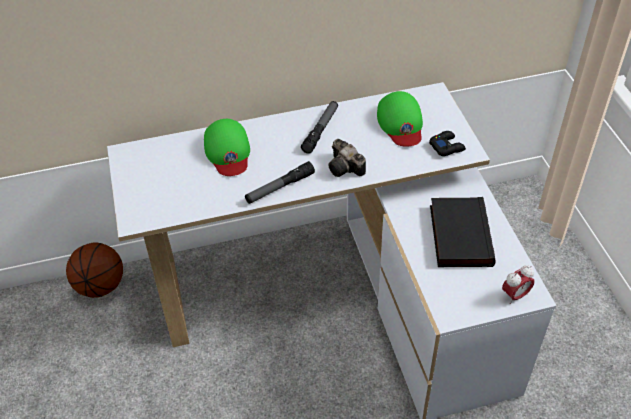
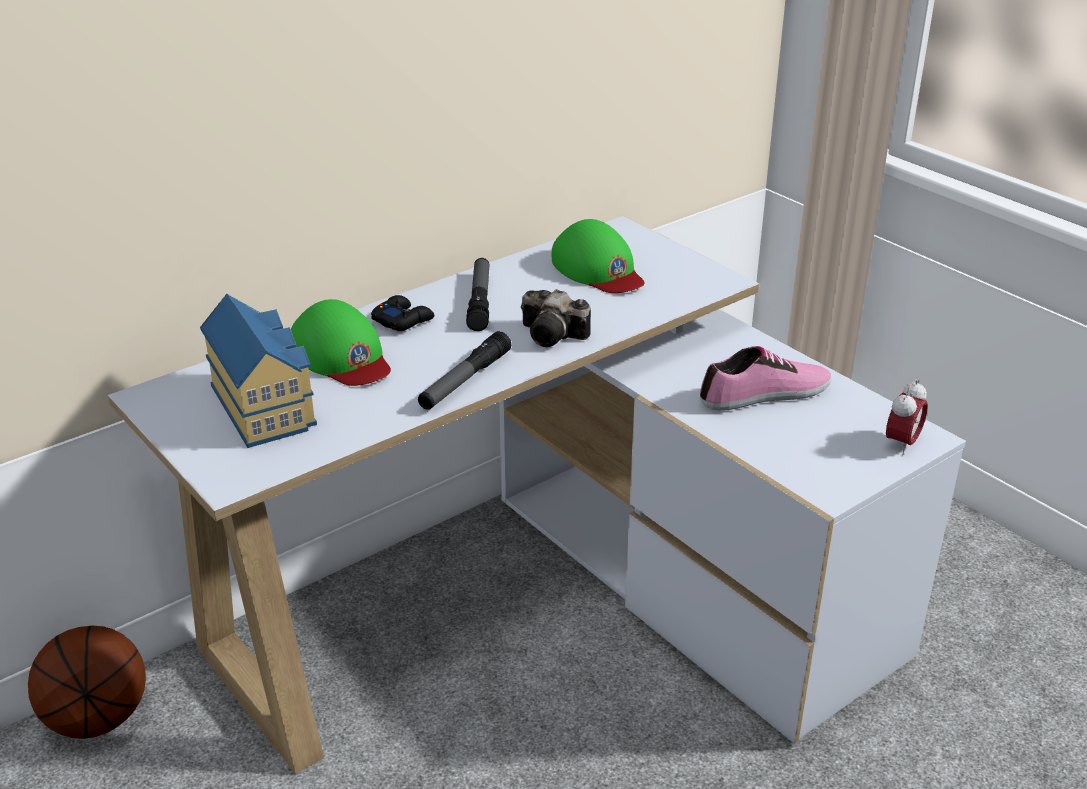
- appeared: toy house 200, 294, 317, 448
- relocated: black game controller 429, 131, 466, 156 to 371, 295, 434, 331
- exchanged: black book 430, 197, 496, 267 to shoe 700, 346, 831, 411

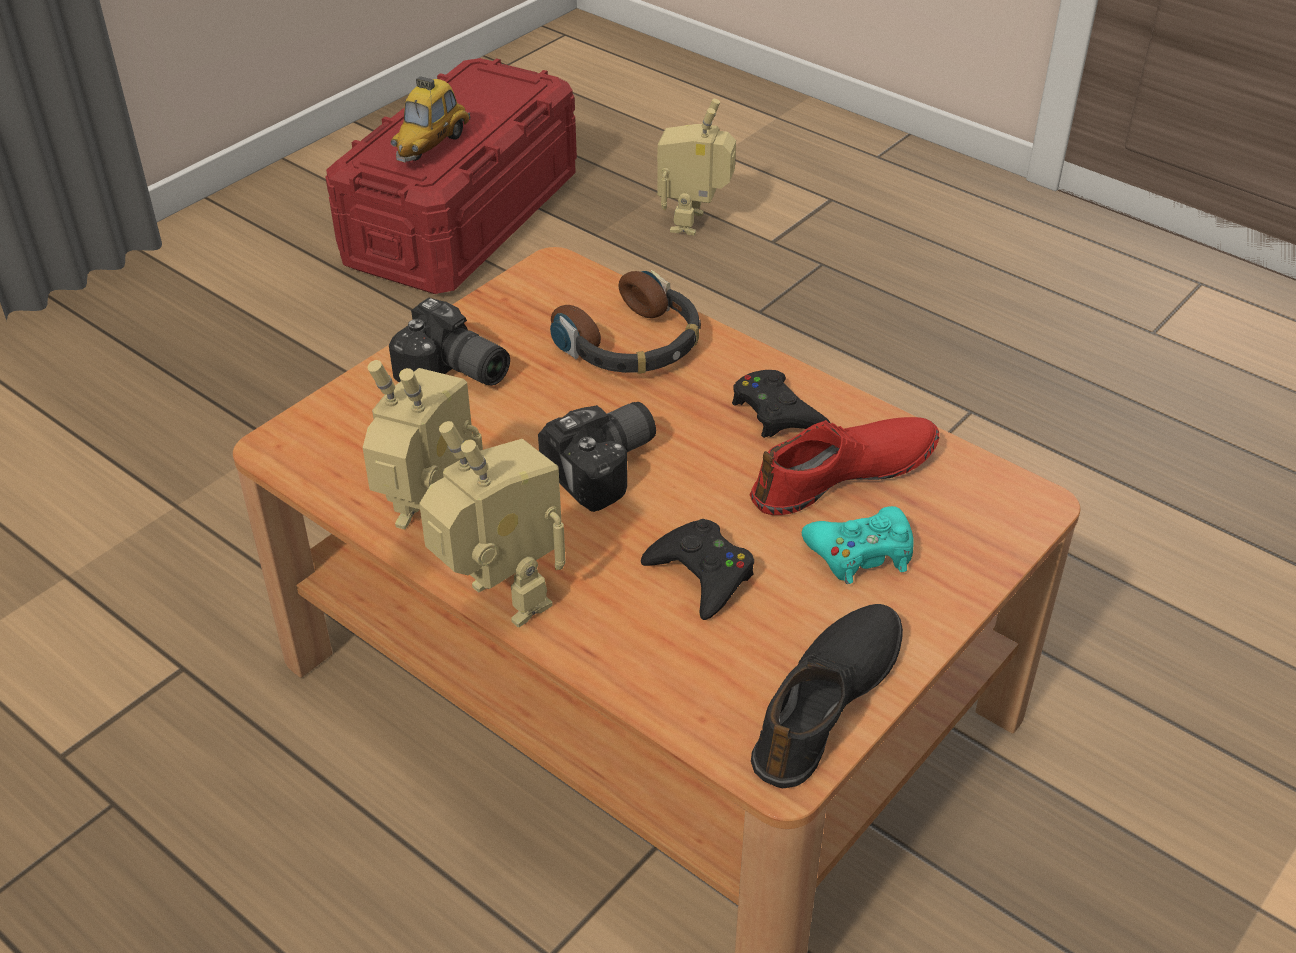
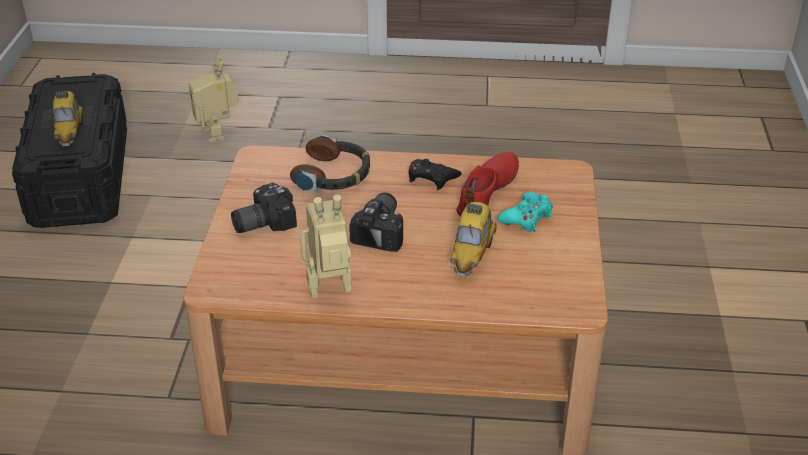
- colour: red storage box 325, 58, 577, 294 to black storage box 12, 73, 127, 228
- spun: photo camera 389, 298, 510, 386 = 231, 183, 297, 233 150 degrees clockwise
- exchanged: black game controller 641, 519, 754, 620 to toy car 450, 202, 497, 277
- missing: toy robot 419, 421, 566, 627
- missing: black shoe 751, 604, 903, 788

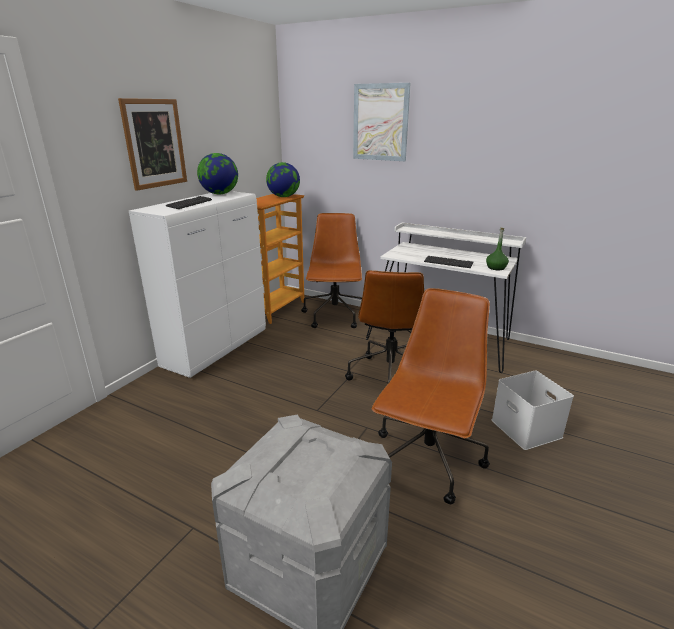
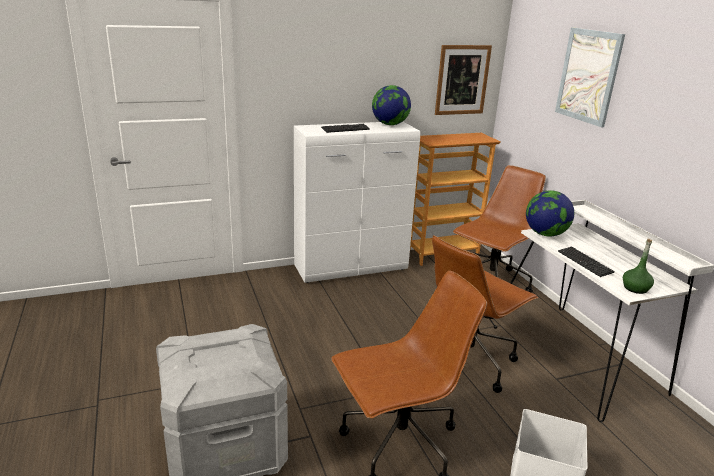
- relocated: picture 118, 98, 187, 191 to 435, 45, 492, 115
- relocated: globe 266, 162, 300, 197 to 526, 190, 574, 236

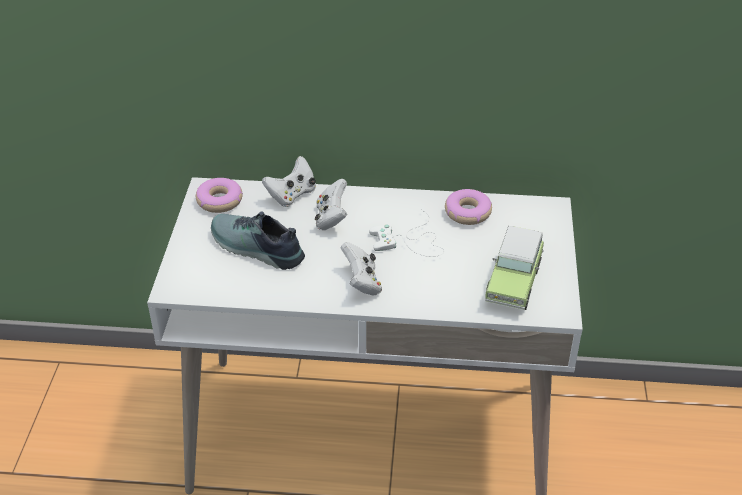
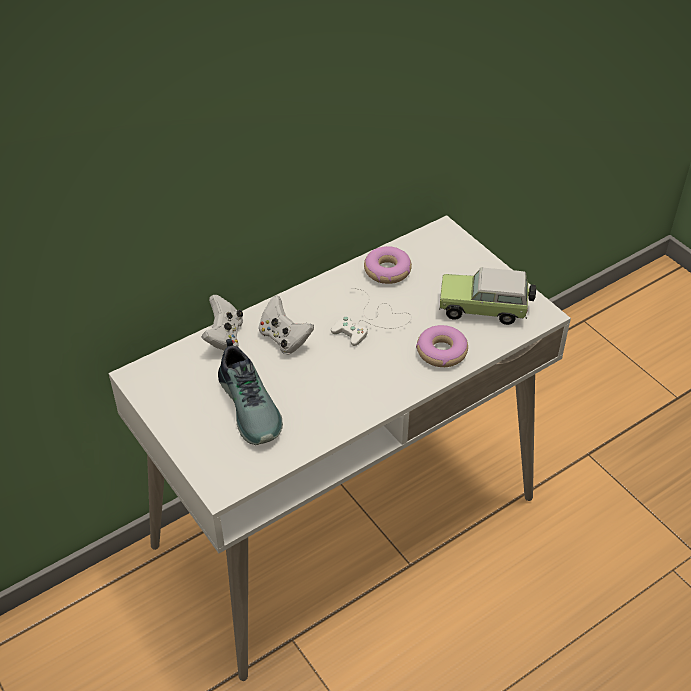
- spun: shoe 211, 211, 305, 270 = 218, 338, 283, 445 105 degrees counterclockwise
- relocated: donut 196, 178, 243, 213 to 416, 325, 468, 367
- spun: toy car 485, 226, 544, 310 = 439, 268, 536, 325 120 degrees clockwise
- missing: white game controller 341, 242, 382, 296

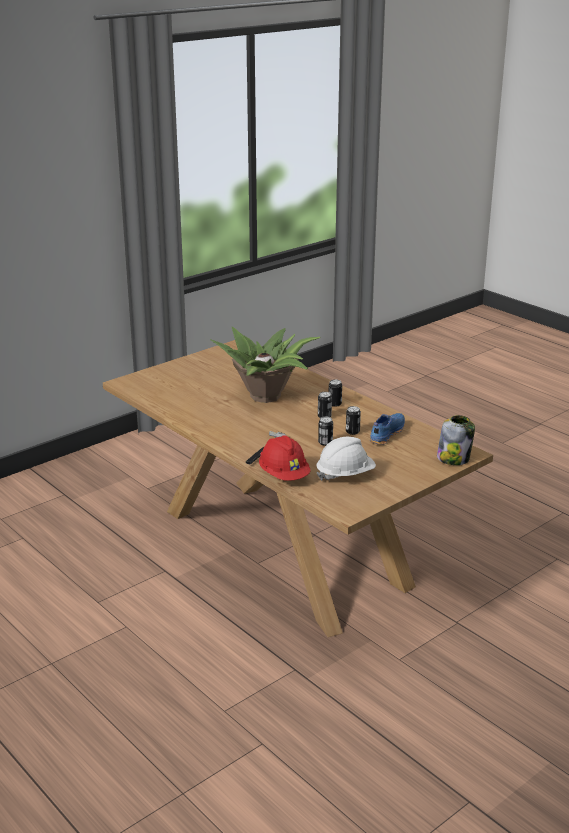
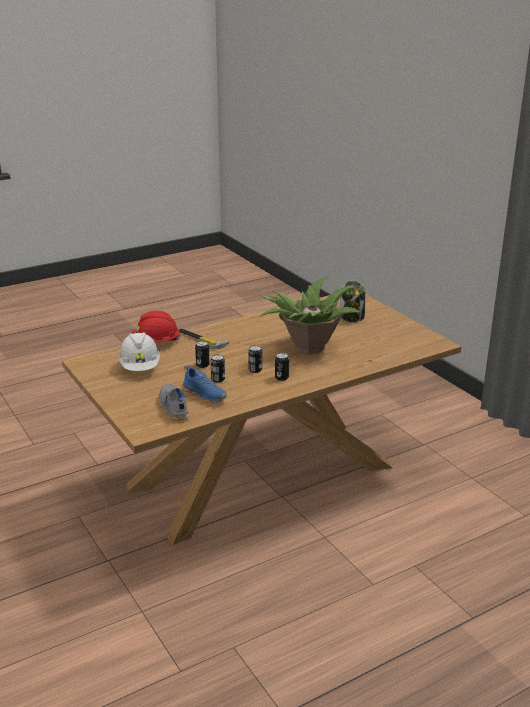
- appeared: grey shoe 159, 384, 189, 420
- relocated: jar 437, 415, 475, 465 to 340, 281, 365, 322

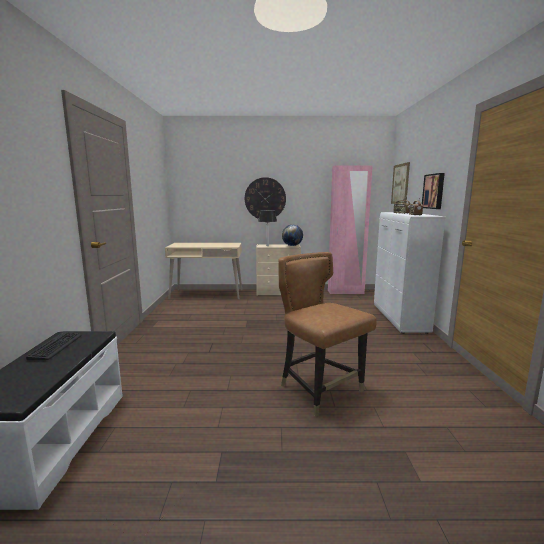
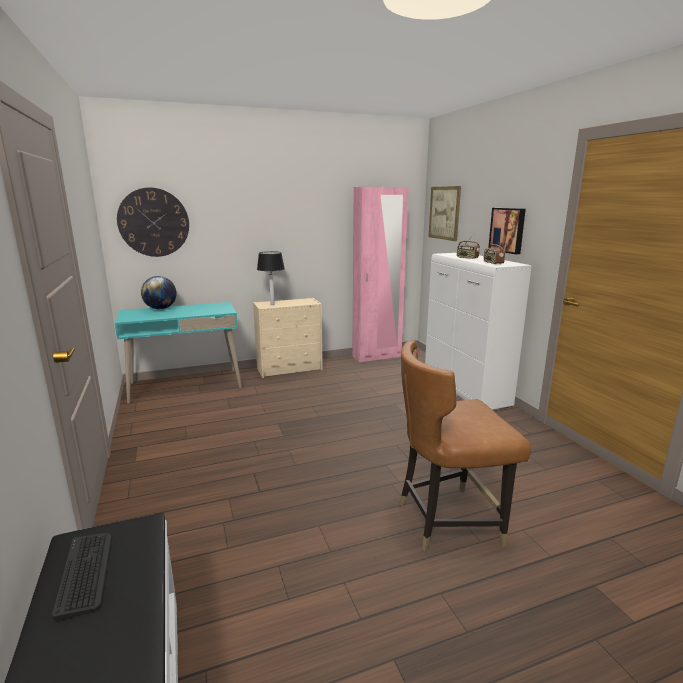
- colour: beige desk 165, 243, 242, 300 to turquoise desk 115, 302, 242, 404
- relocated: wall clock 245, 177, 286, 219 to 117, 188, 189, 257
- relocated: globe 282, 225, 303, 246 to 141, 276, 177, 309
- spun: brown chair 278, 252, 377, 417 = 399, 341, 531, 552 45 degrees counterclockwise

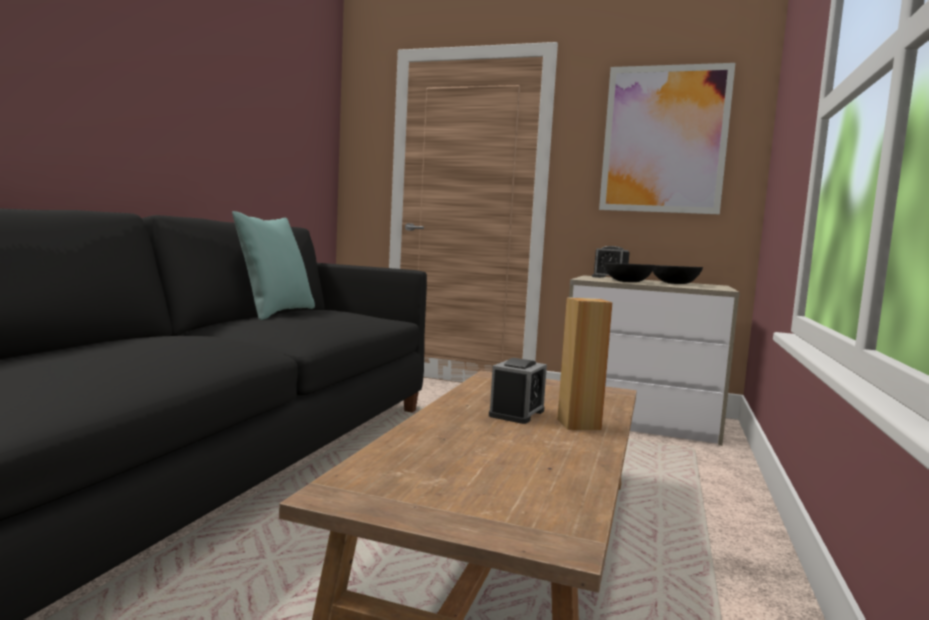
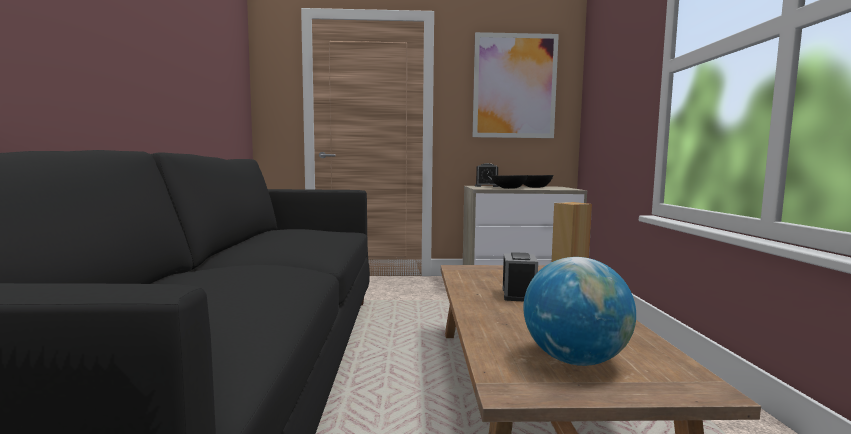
- appeared: globe 523, 257, 636, 366
- missing: turquoise pillow 232, 211, 315, 320

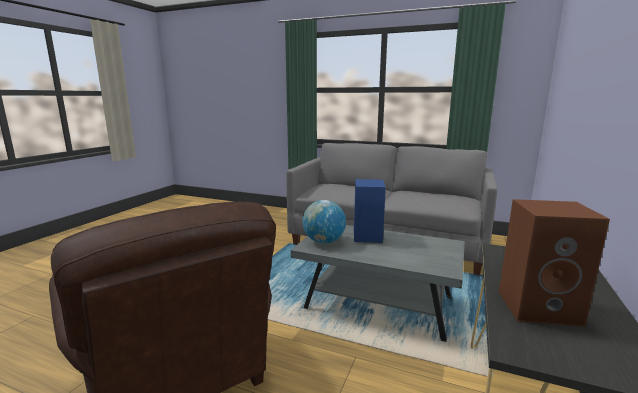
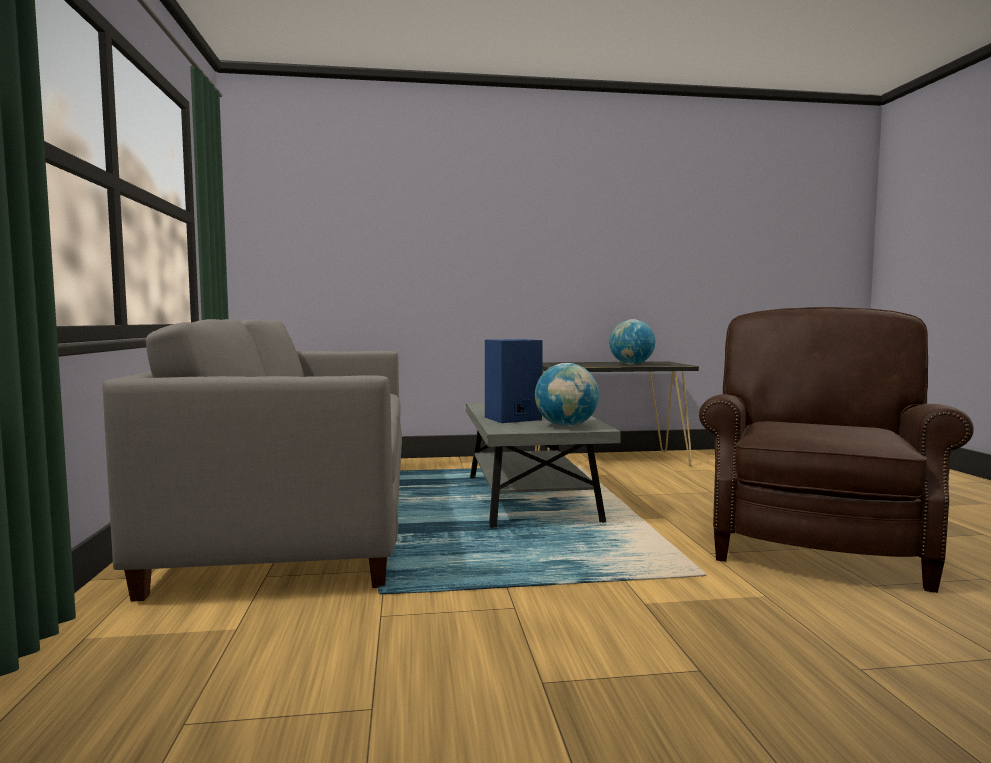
- exchanged: brown speaker 499, 199, 610, 327 to globe 609, 319, 655, 365

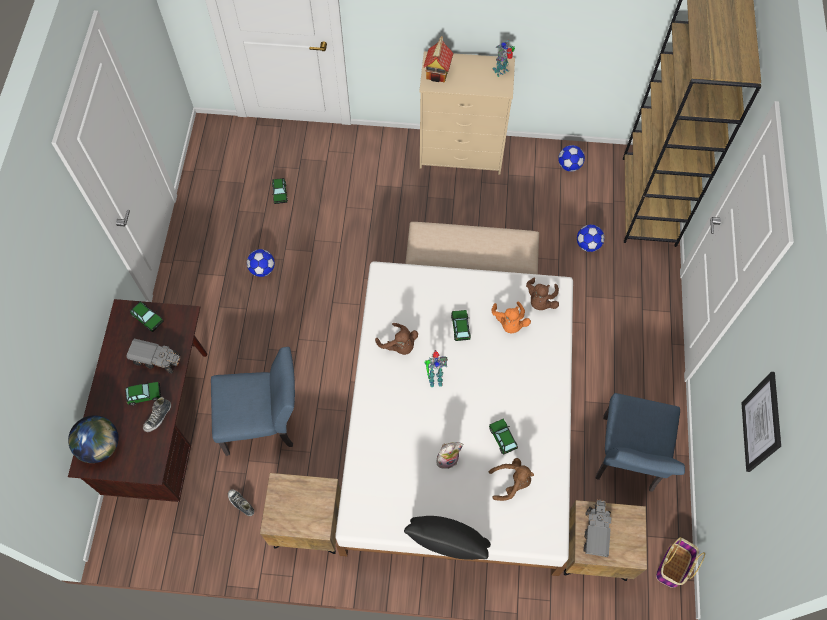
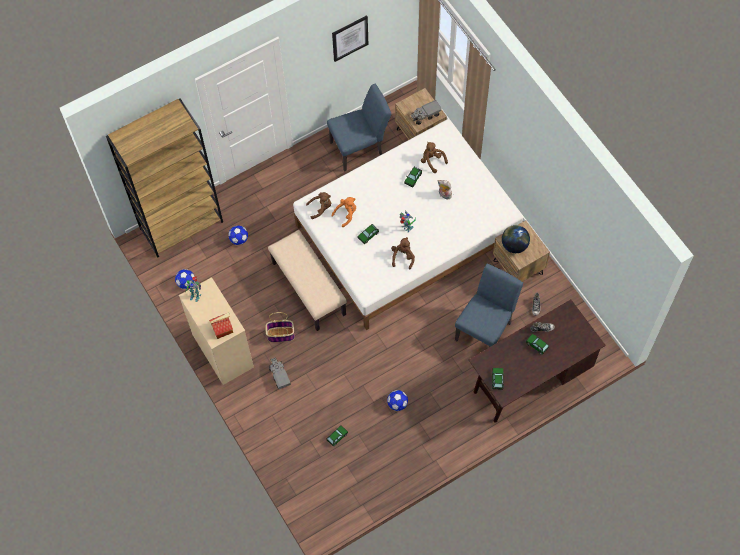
- relocated: basket 656, 537, 705, 588 to 265, 312, 295, 342
- relocated: toy truck 126, 338, 181, 374 to 269, 357, 291, 389
- spun: blue chair 211, 347, 295, 456 = 455, 264, 523, 347 75 degrees clockwise
- relocated: globe 68, 415, 119, 463 to 502, 225, 530, 253
- missing: black pillow 404, 516, 491, 560

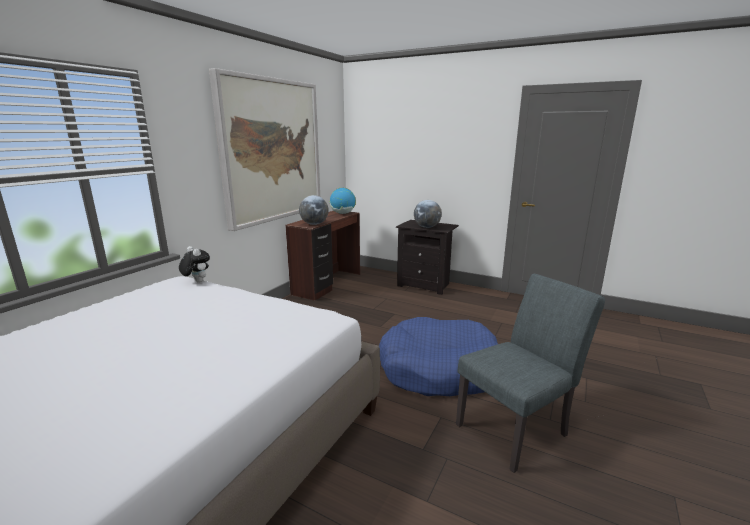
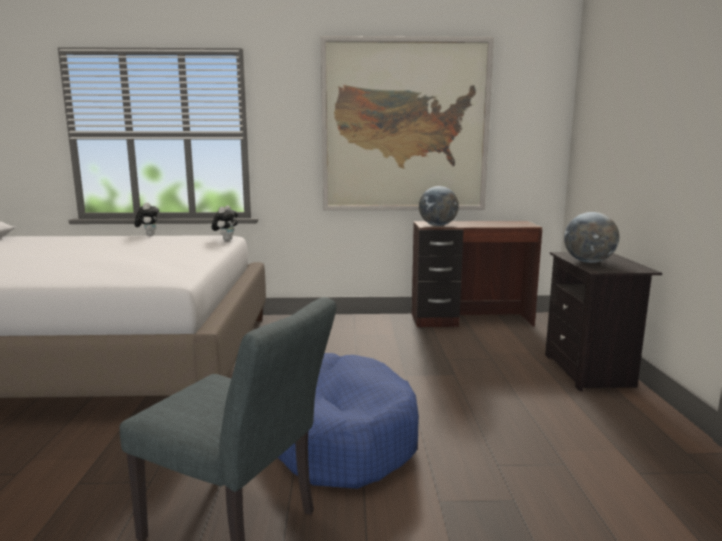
- appeared: plush toy 135, 202, 159, 236
- missing: globe 330, 188, 356, 214

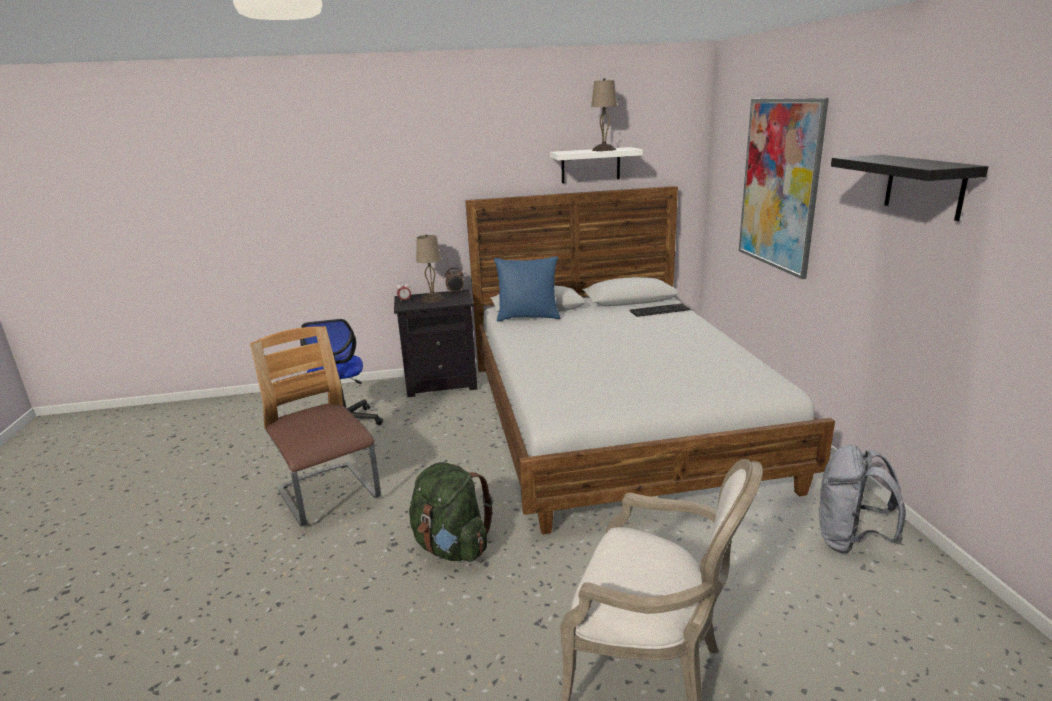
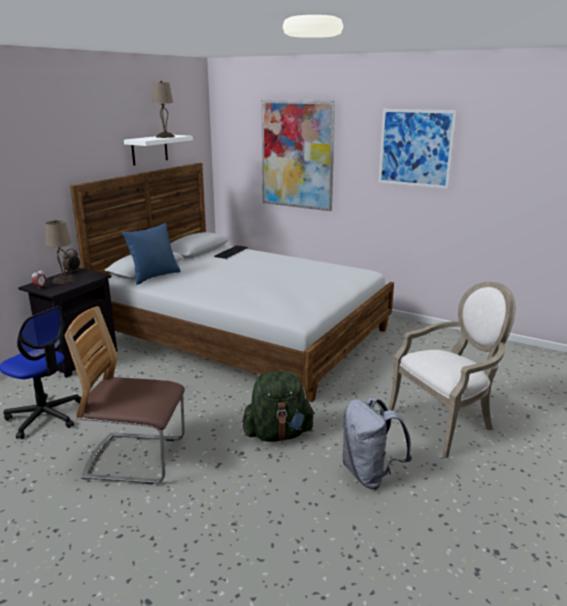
- relocated: grey backpack 819, 445, 906, 554 to 342, 397, 412, 489
- exchanged: black shelf 831, 155, 988, 221 to picture 378, 109, 457, 189

